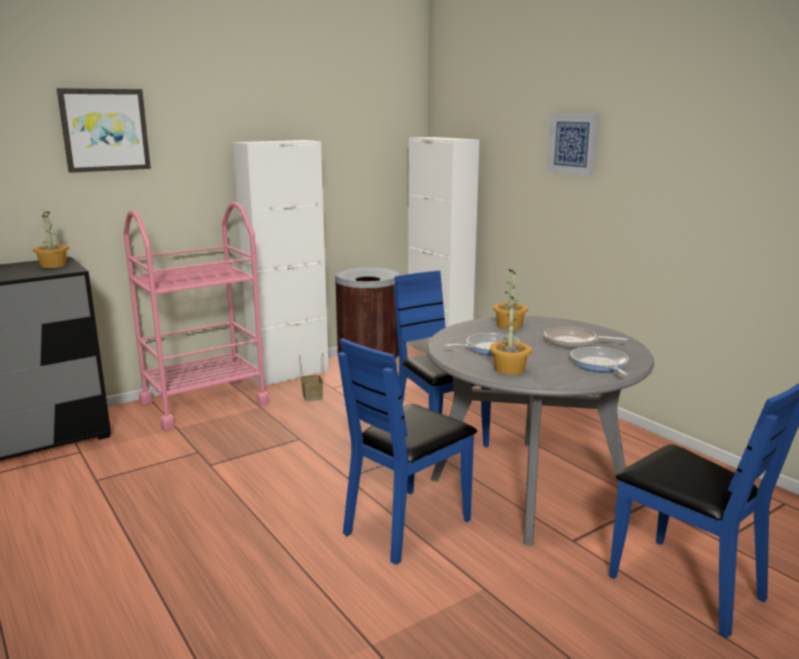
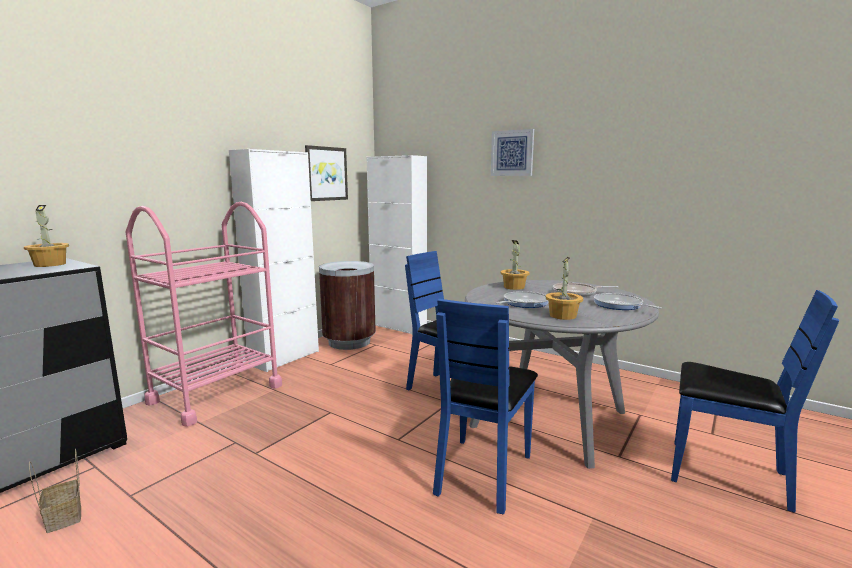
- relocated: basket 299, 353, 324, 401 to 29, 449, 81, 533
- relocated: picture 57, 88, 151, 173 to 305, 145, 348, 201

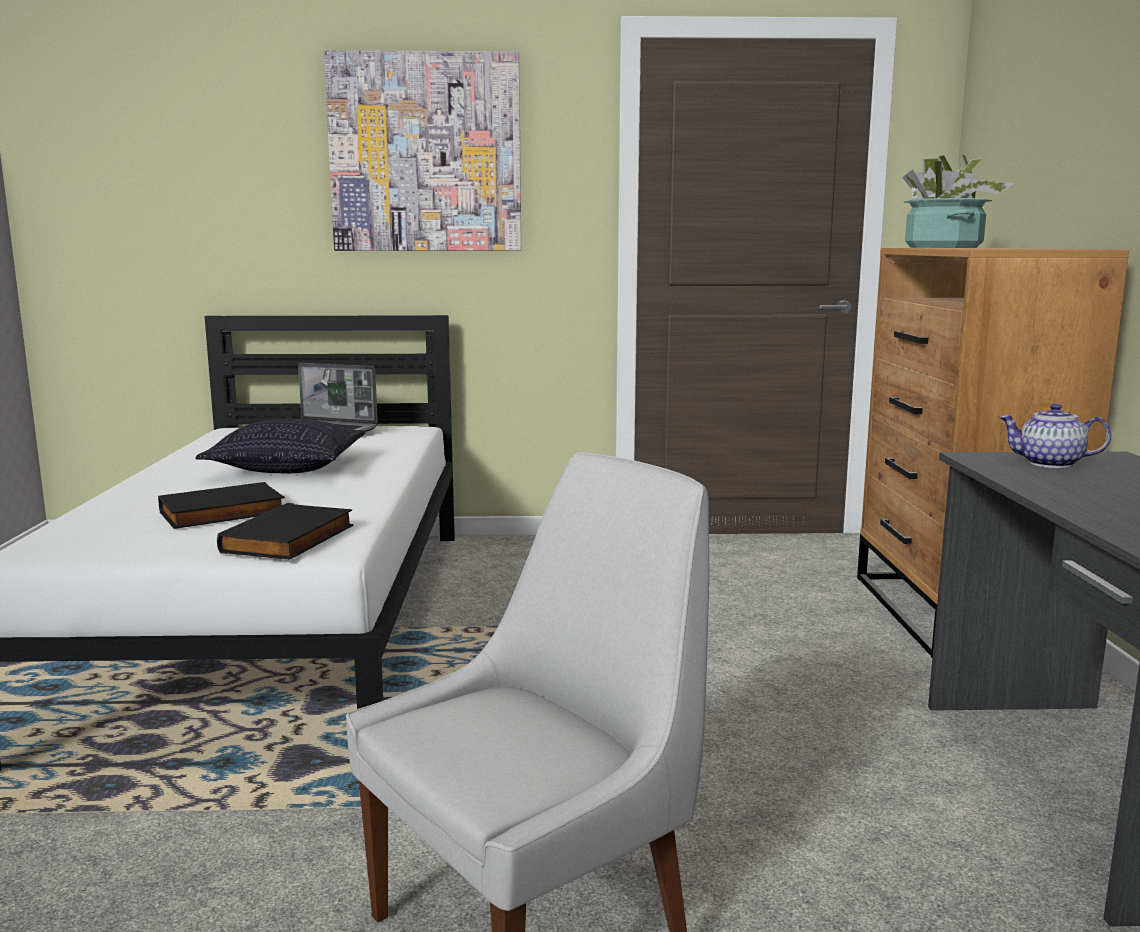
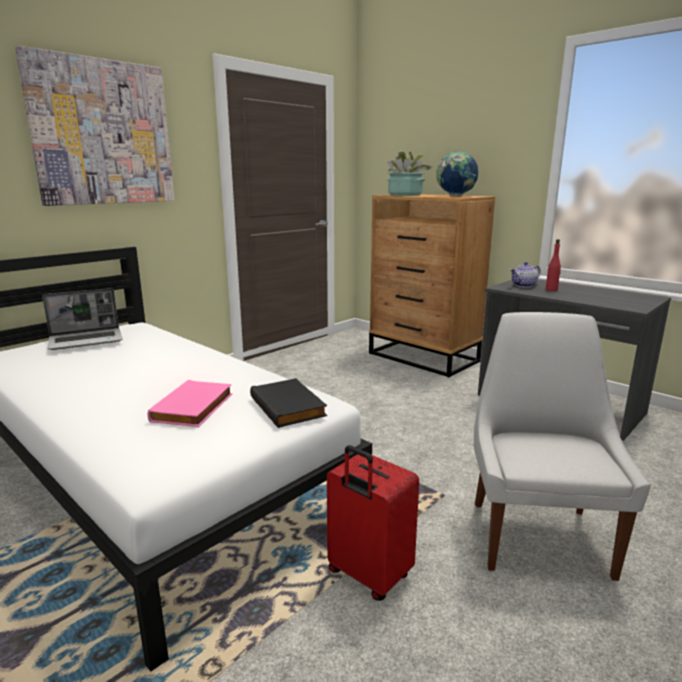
- colour: black book 158, 482, 285, 529 to pink book 147, 380, 232, 427
- appeared: red suitcase 327, 445, 419, 601
- appeared: globe 436, 151, 478, 196
- appeared: red bottle 546, 239, 561, 291
- missing: pillow 195, 418, 366, 473

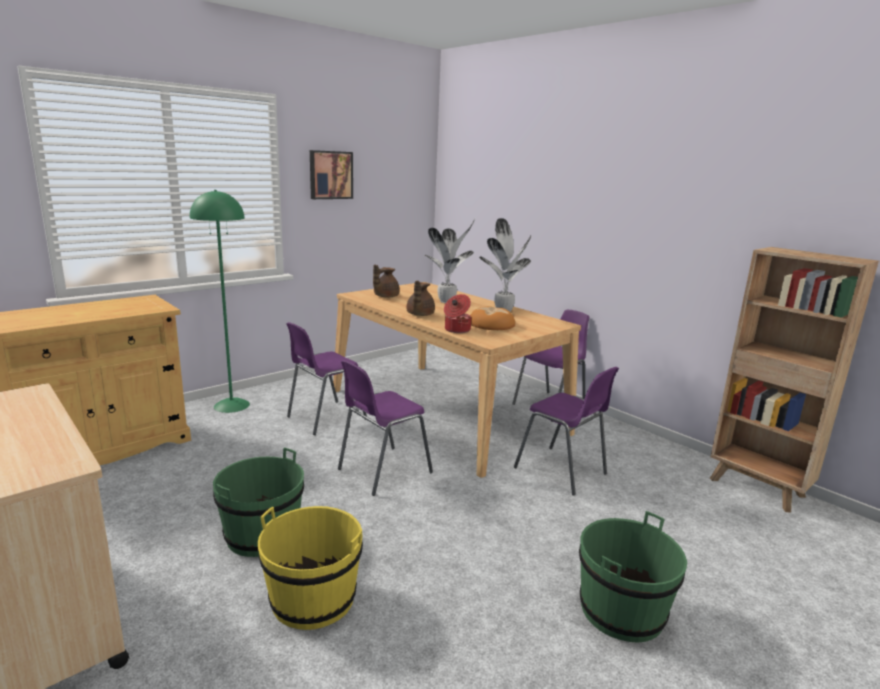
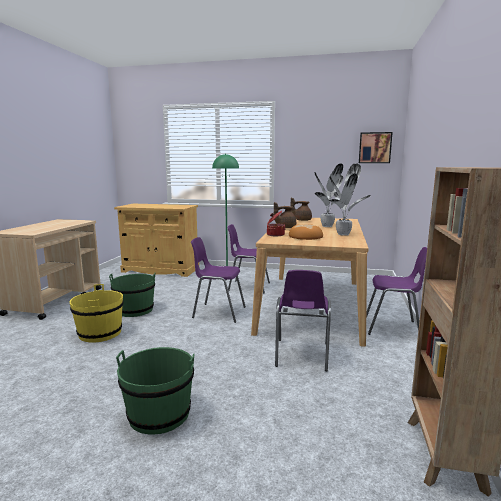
- relocated: picture 310, 150, 353, 199 to 359, 132, 393, 163

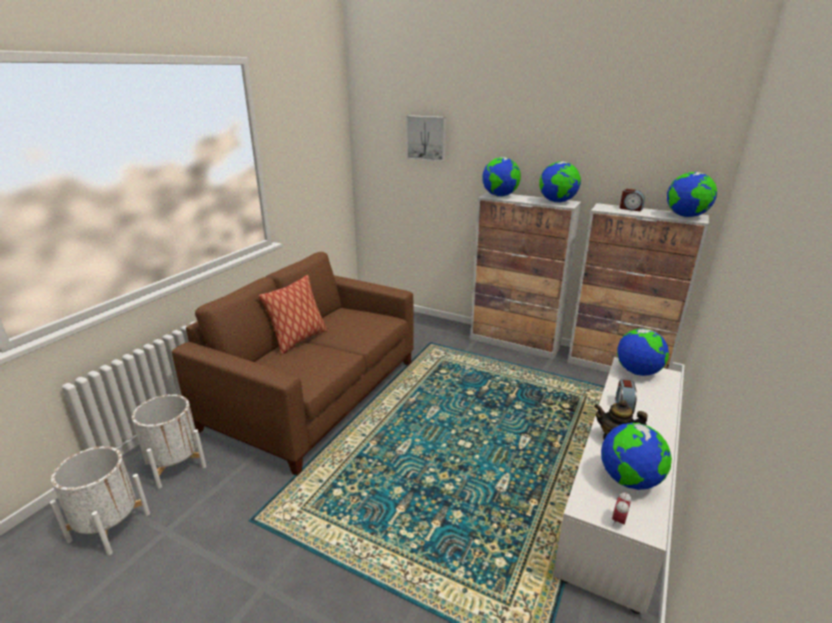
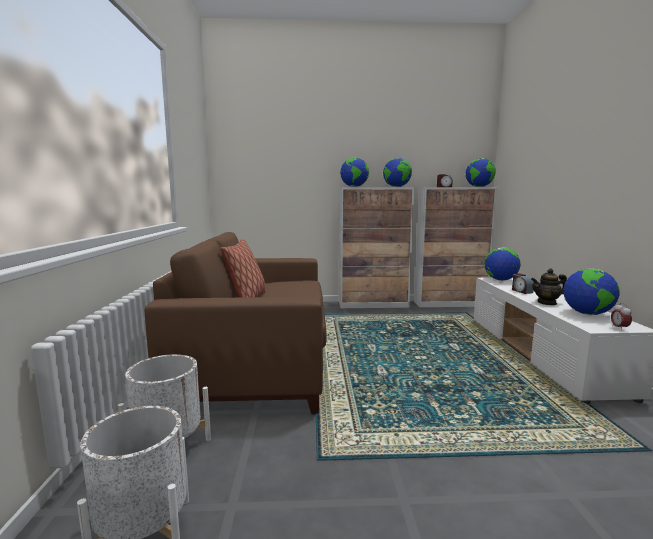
- missing: picture 406, 115, 446, 162

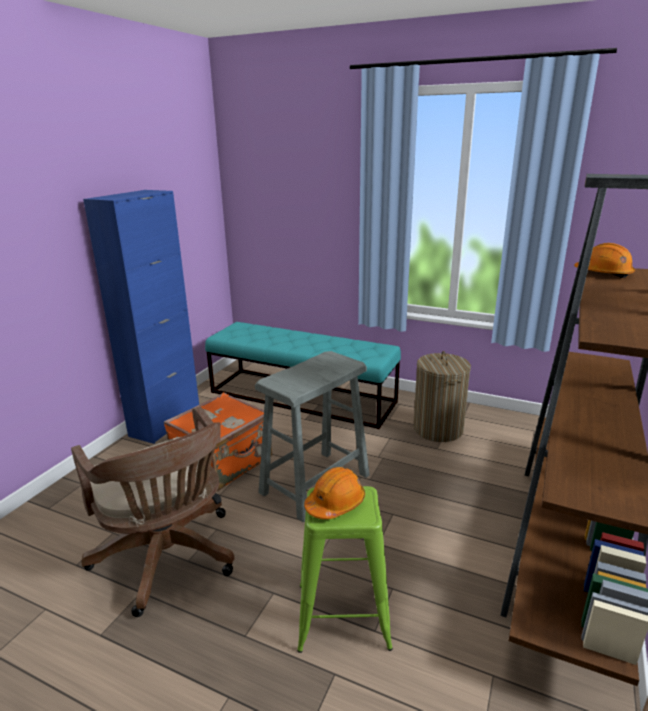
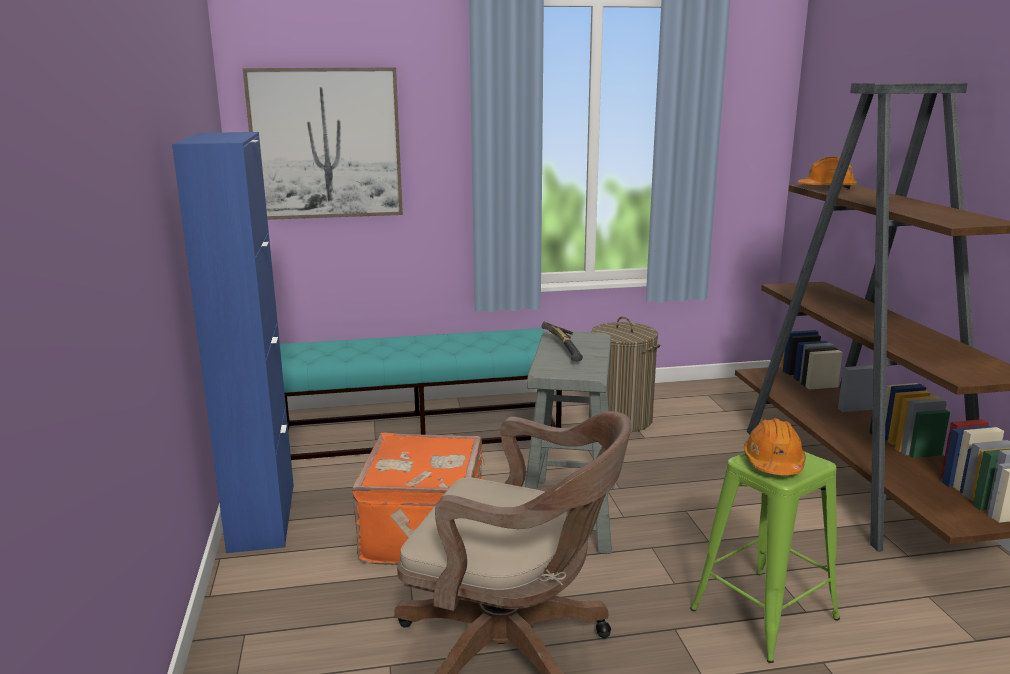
- appeared: picture 243, 68, 403, 220
- appeared: hammer 541, 322, 583, 361

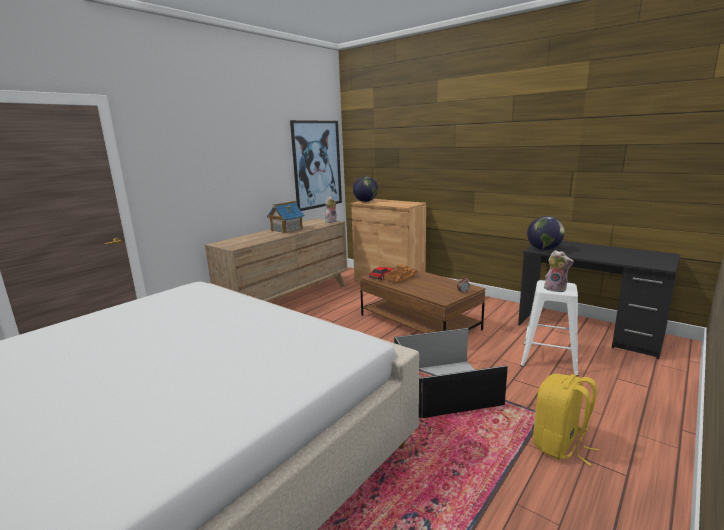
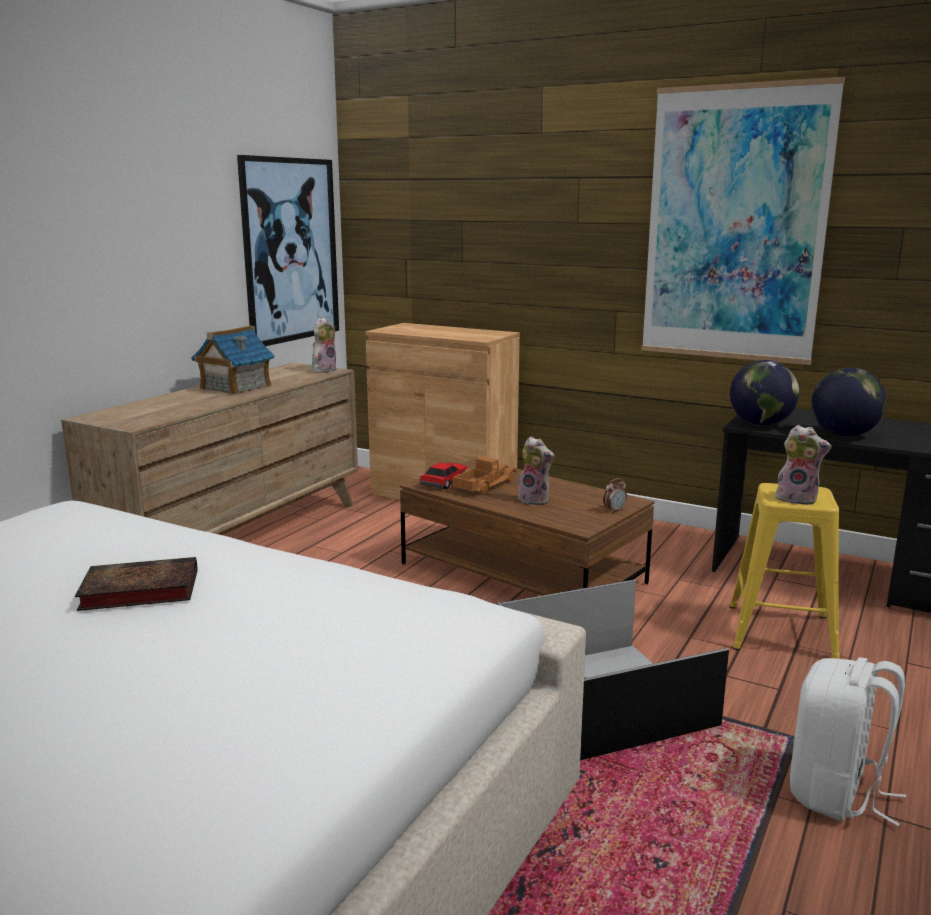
- appeared: book 75, 557, 198, 611
- appeared: plush toy 514, 437, 554, 506
- appeared: picture 641, 77, 845, 365
- colour: white stool 520, 280, 578, 376 to yellow stool 729, 483, 840, 659
- colour: yellow backpack 533, 374, 599, 466 to white backpack 790, 657, 907, 826
- relocated: globe 353, 176, 378, 202 to 811, 368, 887, 437

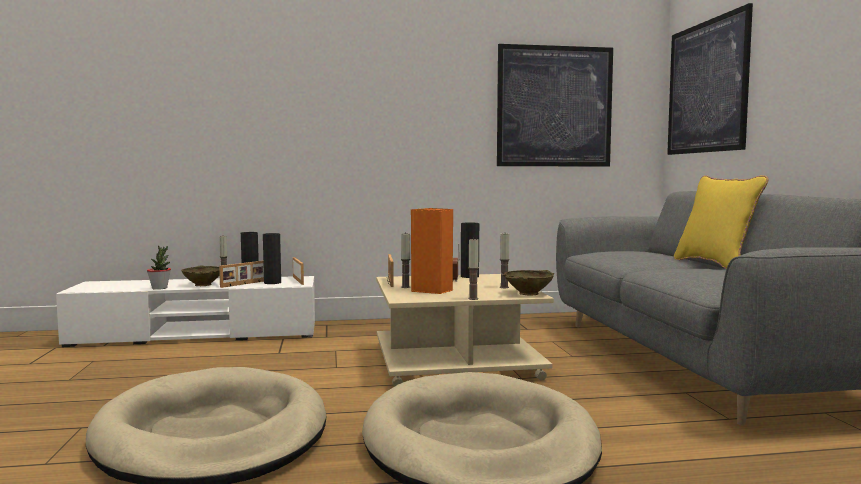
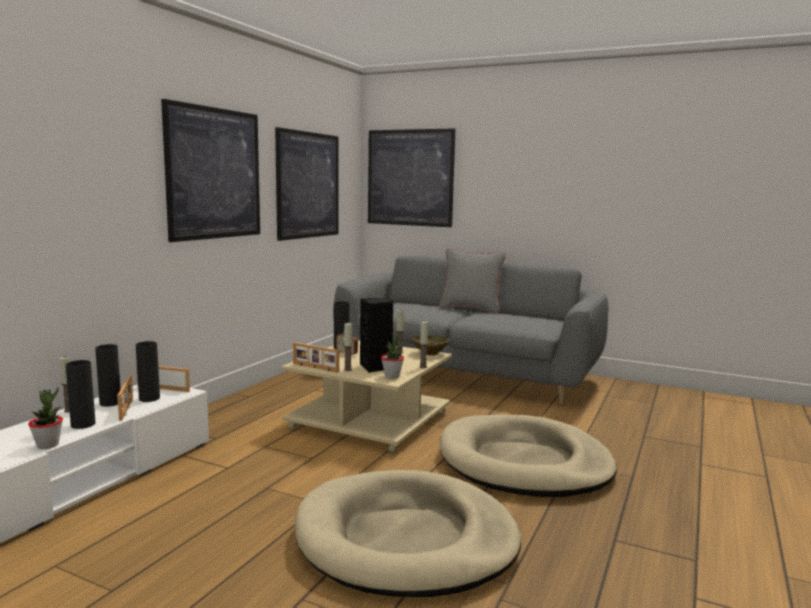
- exchanged: beige bowl 181, 266, 220, 286 to black vase 66, 360, 96, 429
- appeared: picture 161, 99, 260, 242
- colour: orange speaker 411, 208, 453, 294 to black speaker 360, 298, 393, 373
- appeared: potted plant 381, 333, 404, 378
- colour: yellow pillow 674, 175, 768, 269 to grey pillow 439, 248, 506, 314

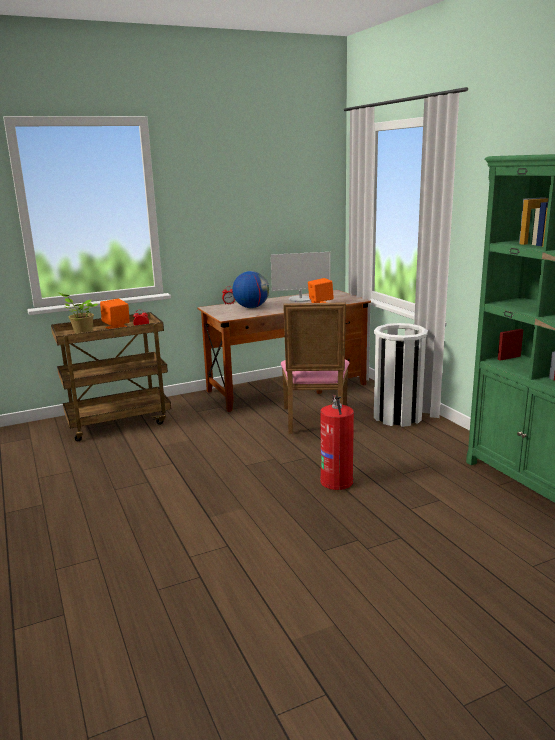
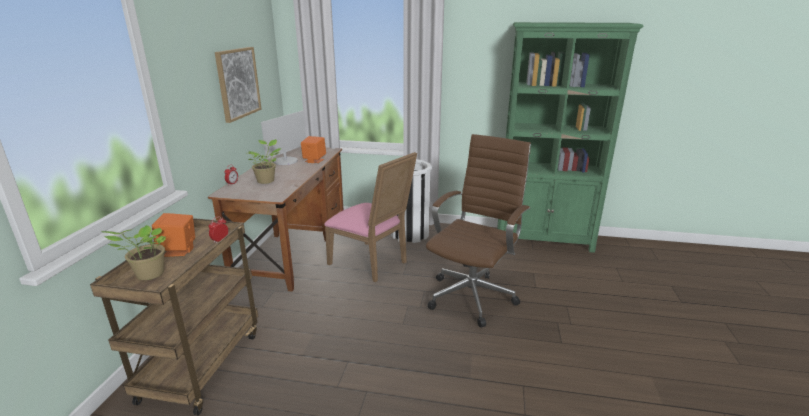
- appeared: picture 215, 47, 261, 123
- exchanged: globe 232, 271, 269, 308 to potted plant 248, 139, 281, 184
- exchanged: fire extinguisher 320, 395, 354, 490 to brown office chair 426, 134, 531, 327

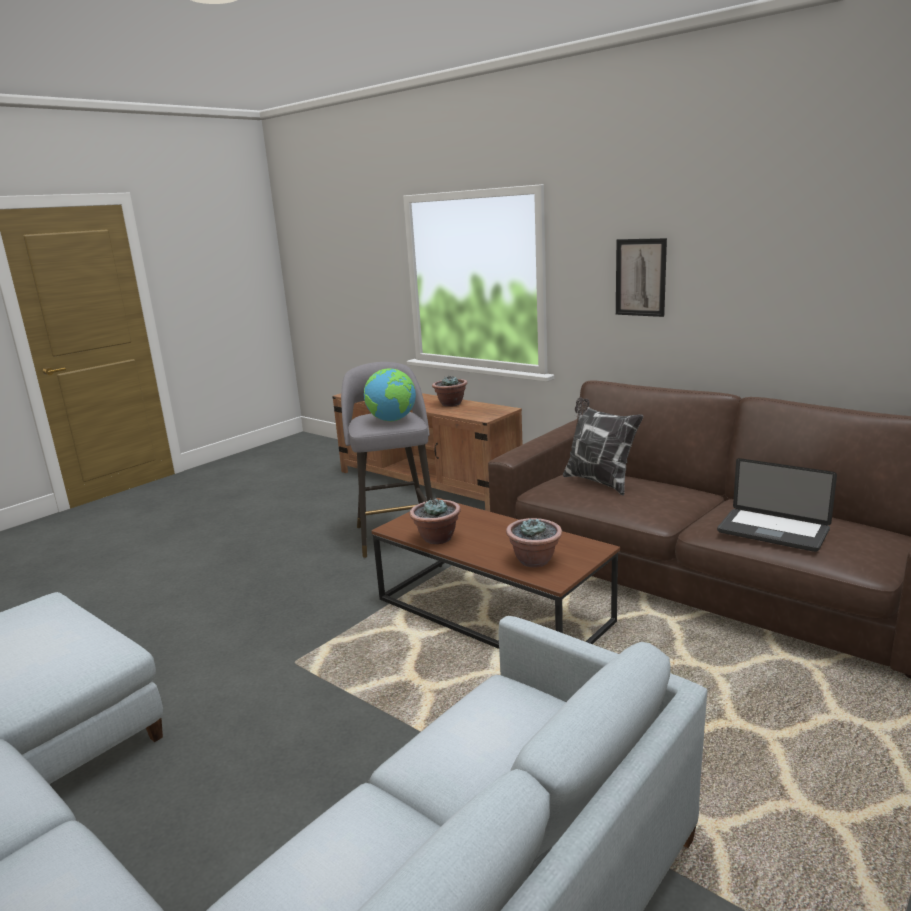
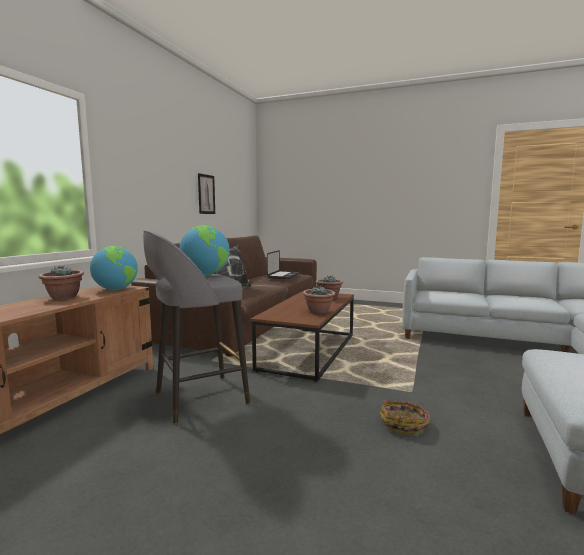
- appeared: globe 90, 246, 138, 290
- relocated: picture 616, 238, 667, 317 to 198, 173, 215, 214
- appeared: basket 380, 400, 430, 436

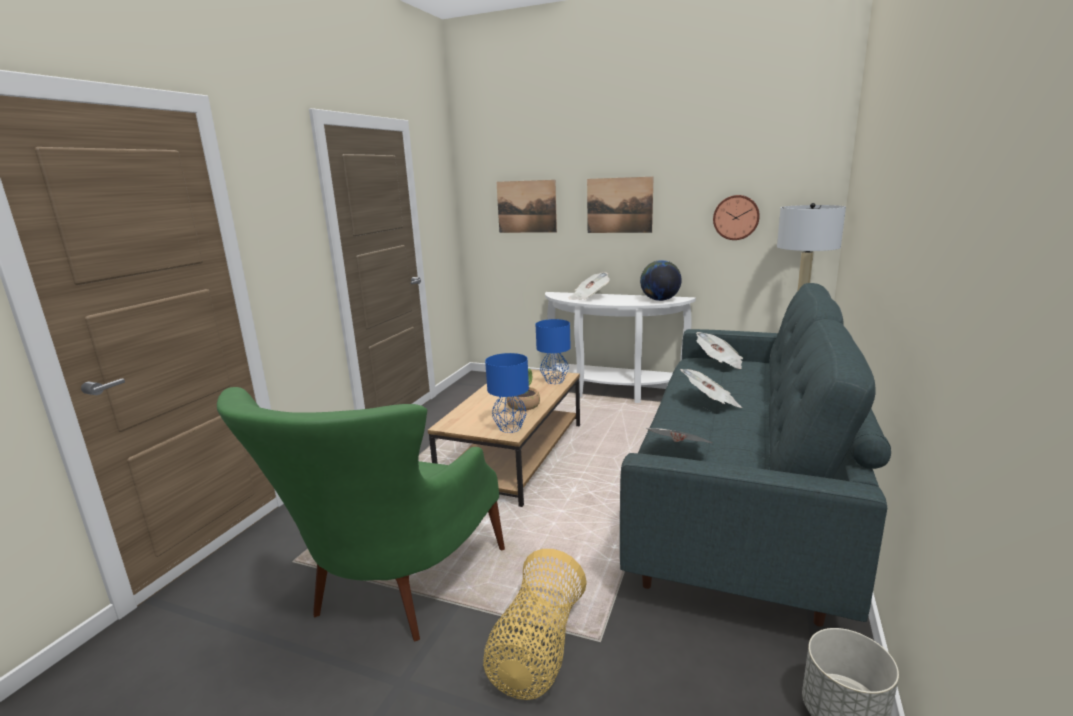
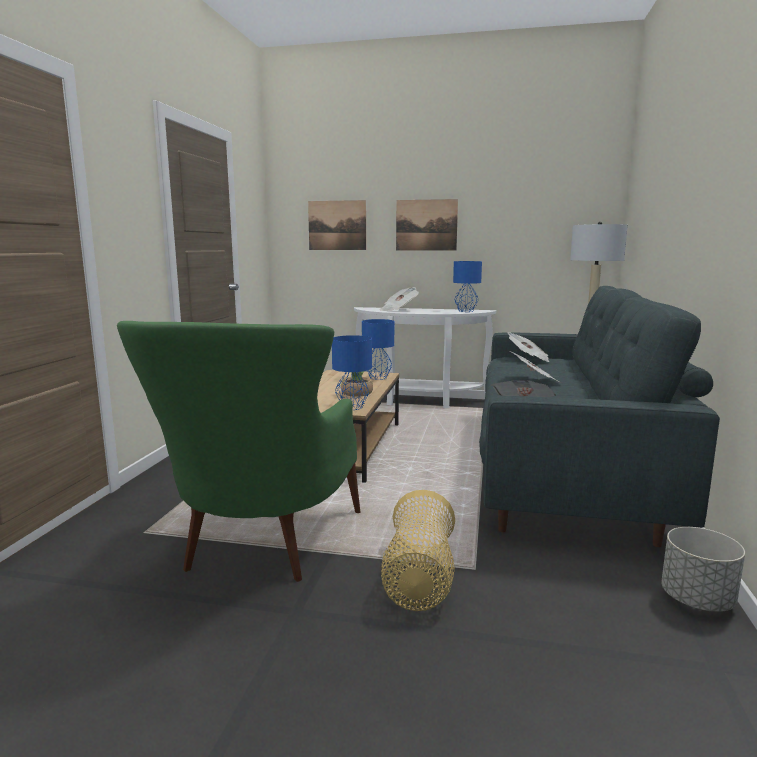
- exchanged: globe 640, 260, 682, 301 to blue table lamp 453, 261, 482, 312
- missing: wall clock 713, 195, 760, 240

